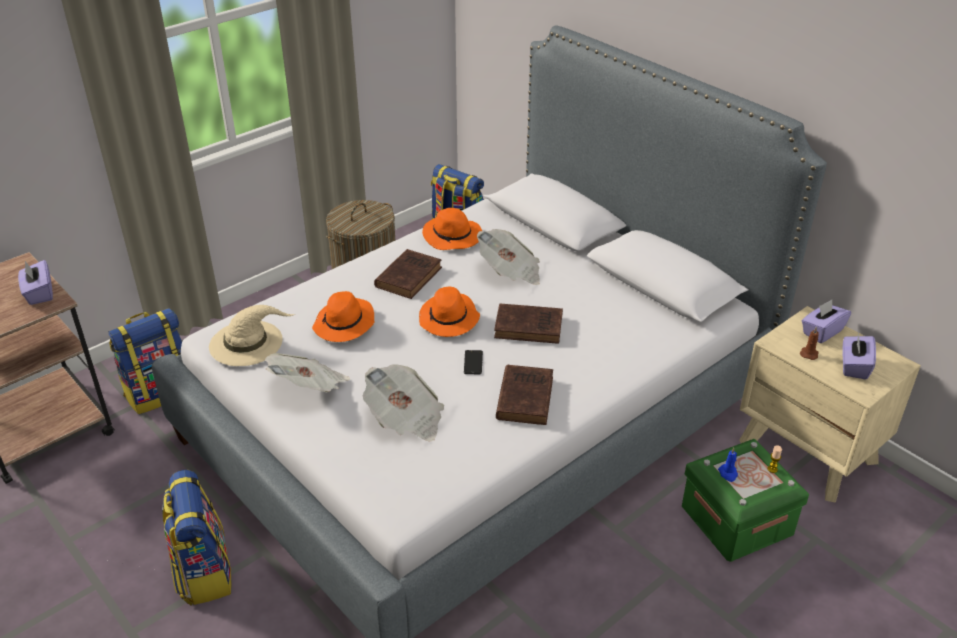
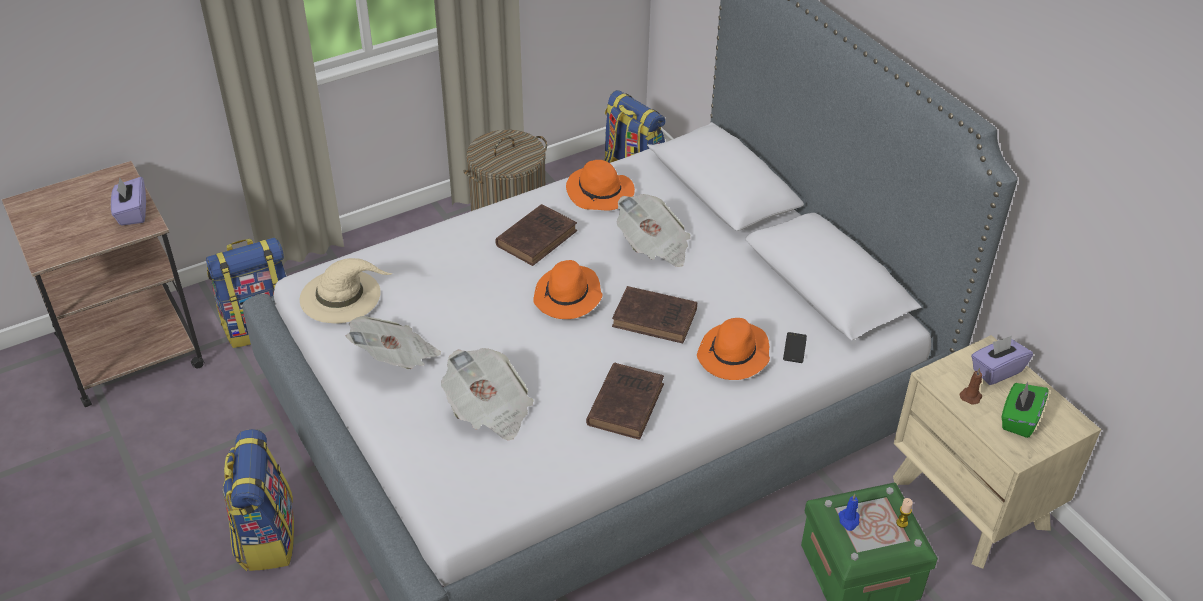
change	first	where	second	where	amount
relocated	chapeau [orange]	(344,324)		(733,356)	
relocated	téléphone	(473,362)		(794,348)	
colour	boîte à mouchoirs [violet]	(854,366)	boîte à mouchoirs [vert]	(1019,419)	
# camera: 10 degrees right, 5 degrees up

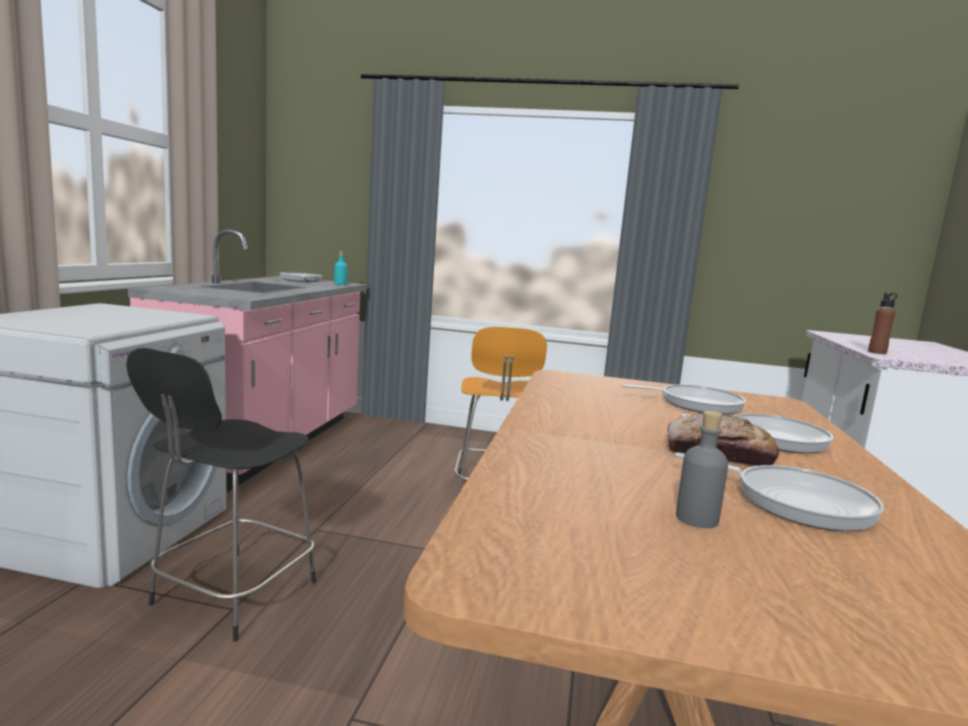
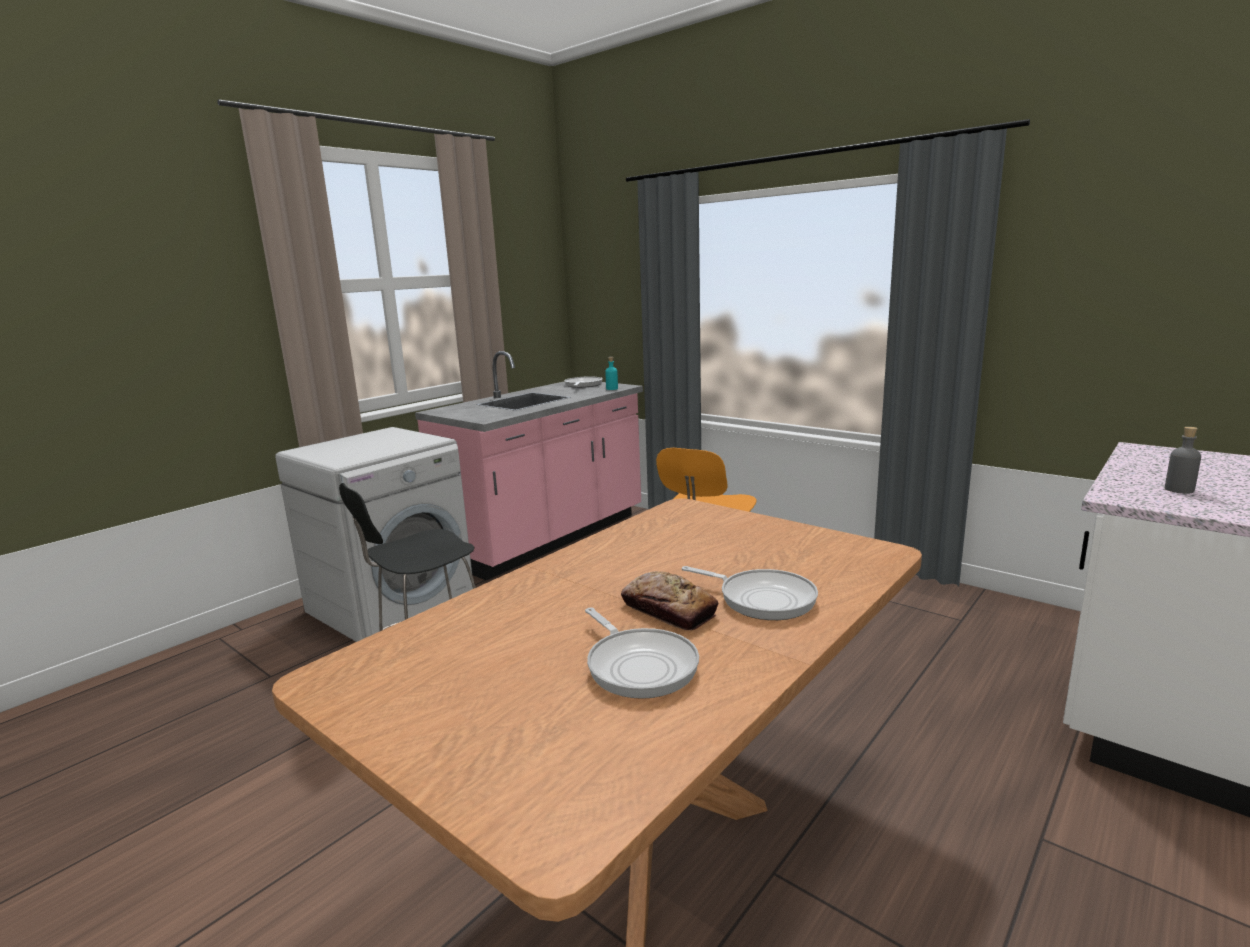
change	first	where	second	where	amount
missing	poêle	(695,404)			
relocated	bouteille [gris]	(696,518)		(1179,490)	
missing	bouteille [marron]	(877,352)			
# camera: 30 degrees right, 5 degrees up

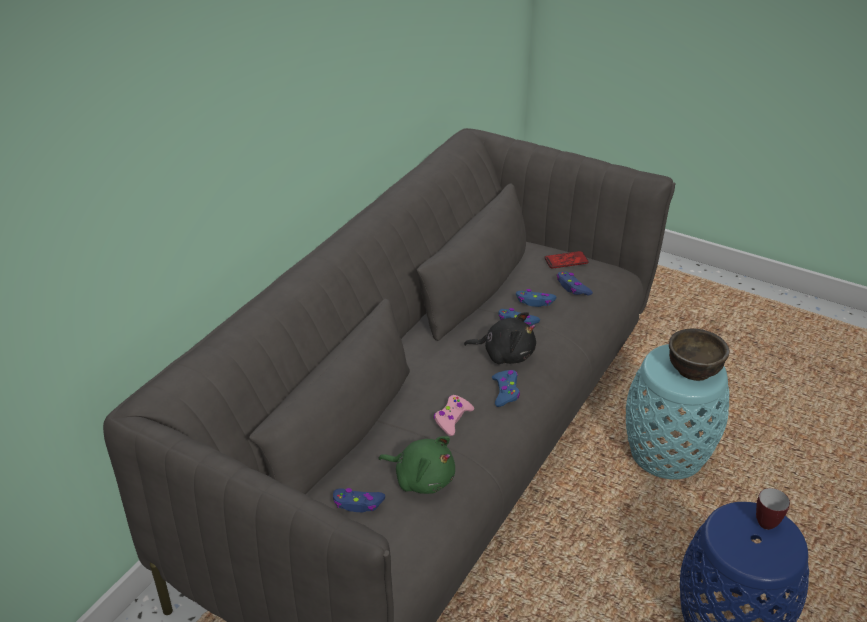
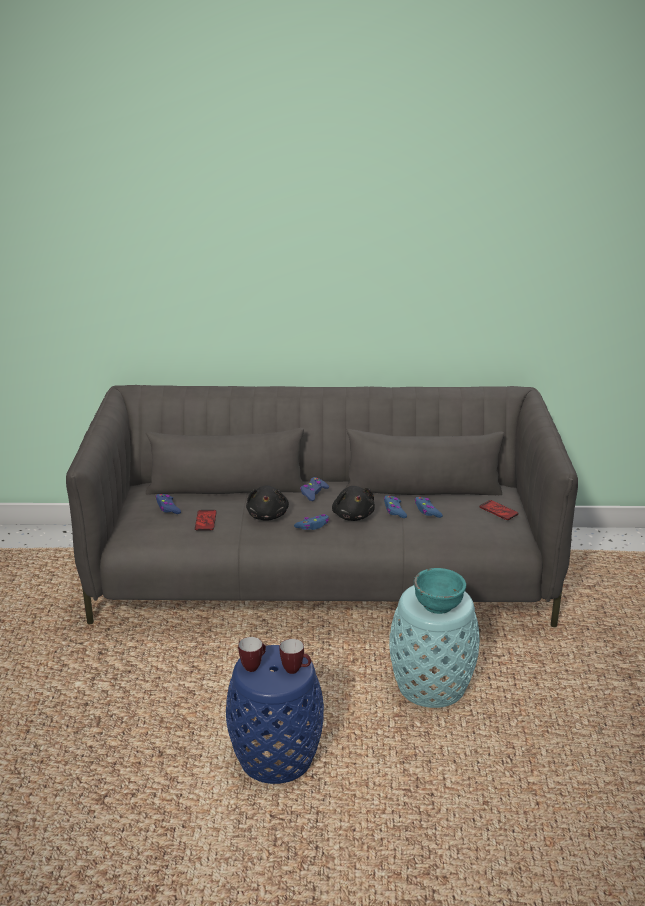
change	first	where	second	where	amount
exchanged	peluche [vert]	(422,478)	téléphone	(205,521)	
exchanged	manette [rose]	(452,419)	peluche [noir]	(267,515)	
relocated	manette [bleu]	(572,288)		(313,492)	
colour	bol [marron]	(693,370)	bol [turquoise]	(438,605)	
appeared			mug	(253,666)	
# camera: 60 degrees right, 10 degrees down

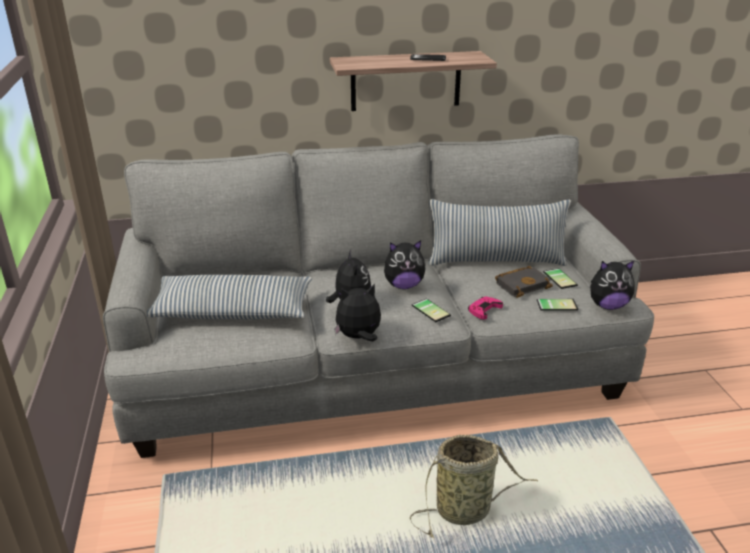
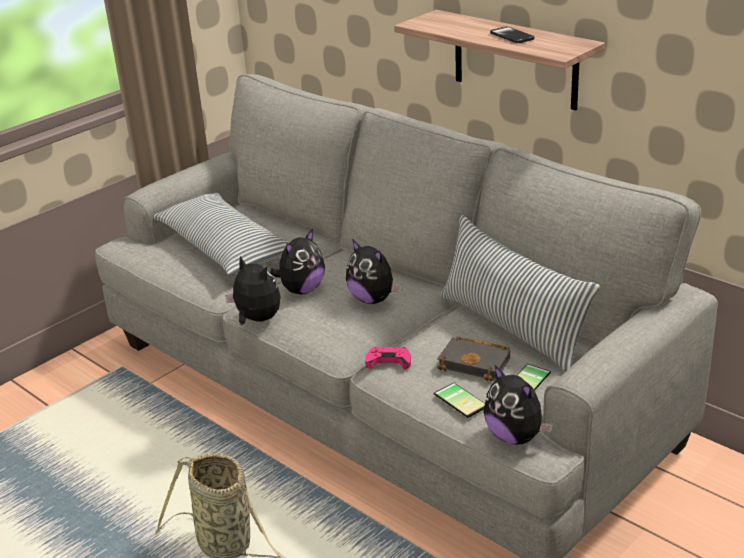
change	first	where	second	where	amount
missing	téléphone	(432,310)			
# camera: 55 degrees right, 0 degrees up

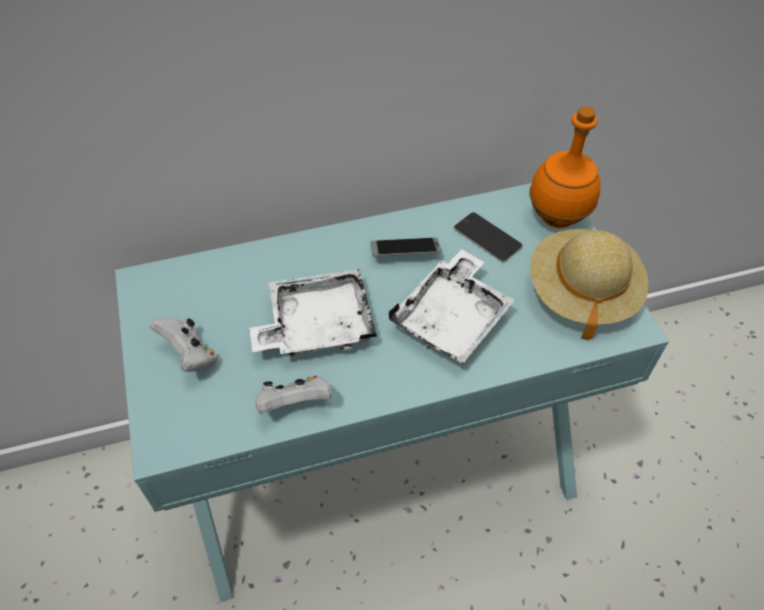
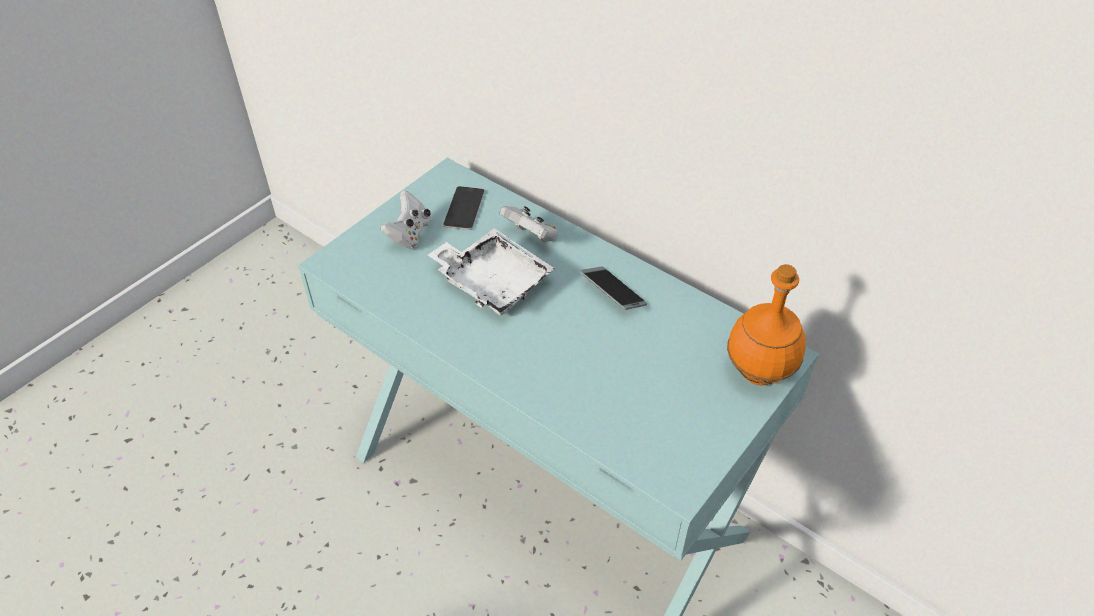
change	first	where	second	where	amount
relocated	manette [blanc]	(295,404)		(531,236)	
missing	plateau [blanc]	(452,318)			
relocated	téléphone	(487,237)		(464,208)	
missing	chapeau [beige]	(581,293)			
# camera: 55 degrees right, 5 degrees down

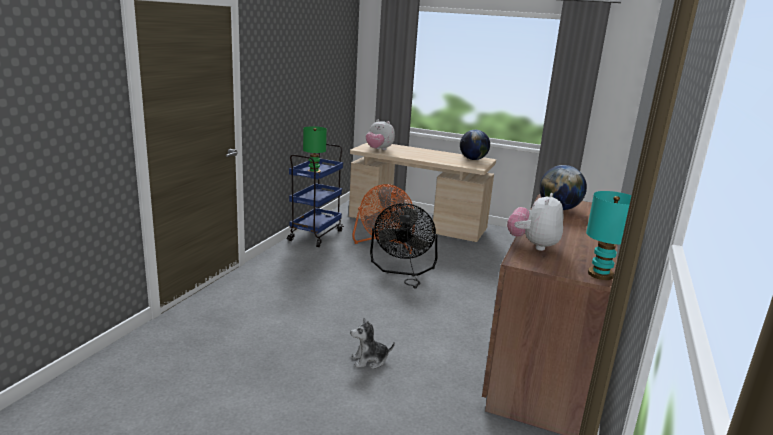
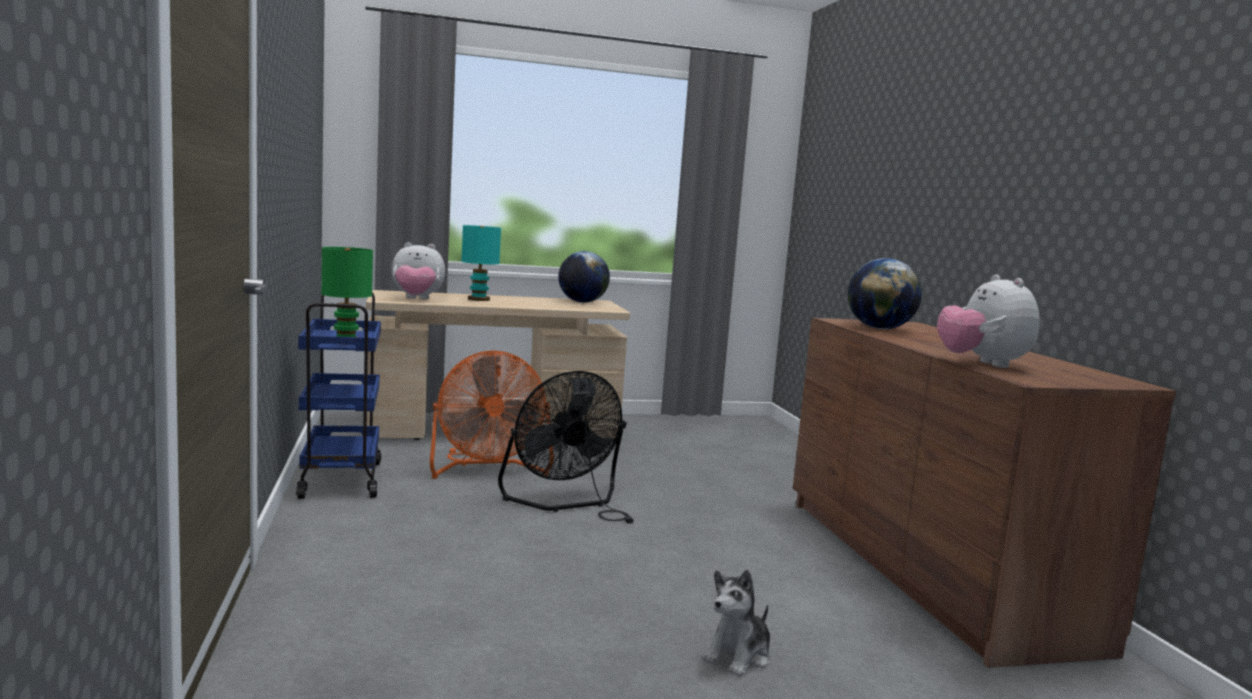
change	first	where	second	where	amount
relocated	lampe de table [turquoise]	(601,274)		(479,299)	
# camera: 35 degrees left, 10 degrees down

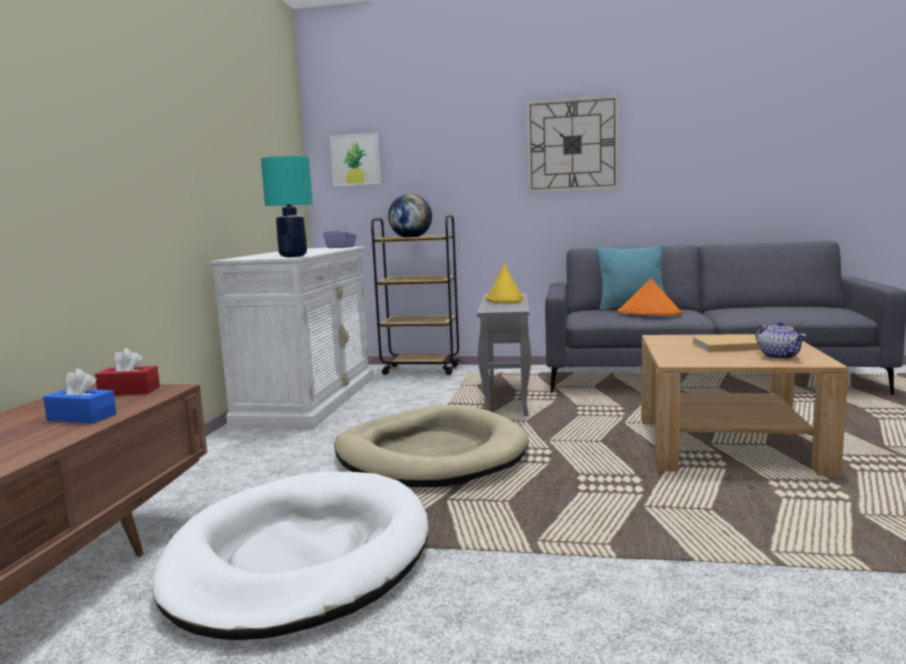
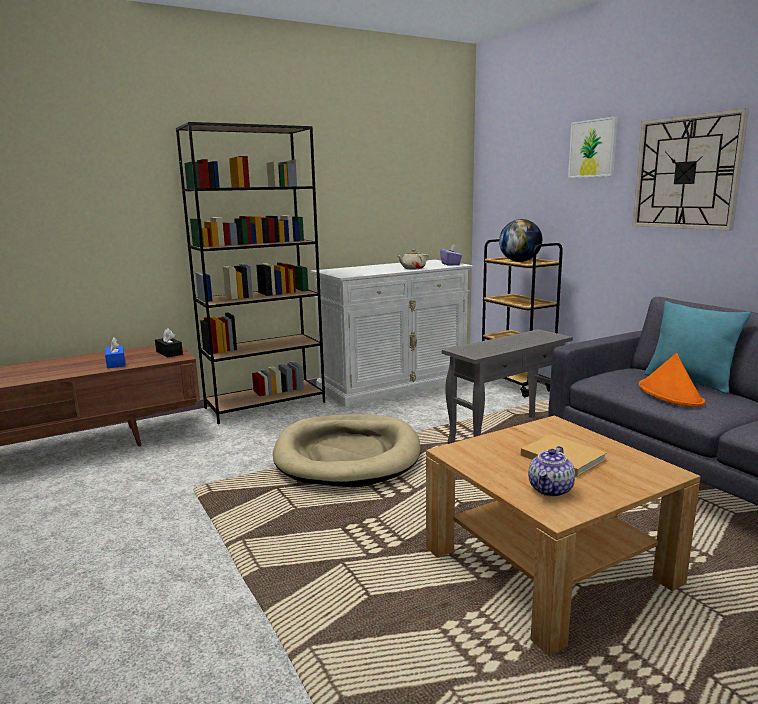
change	first	where	second	where	amount
colour	boîte à mouchoirs [rouge]	(129,391)	boîte à mouchoirs [noir]	(169,353)	
missing	panier pour chien [blanc]	(300,559)			
missing	lampe de table [turquoise]	(293,256)			
relocated	tableau	(356,160)		(593,148)	
missing	chapeau [jaune]	(505,299)			
appeared			bibliothèque [beige]	(265,405)	
appeared			théière [beige]	(413,268)	
# camera: 50 degrees right, 5 degrees up

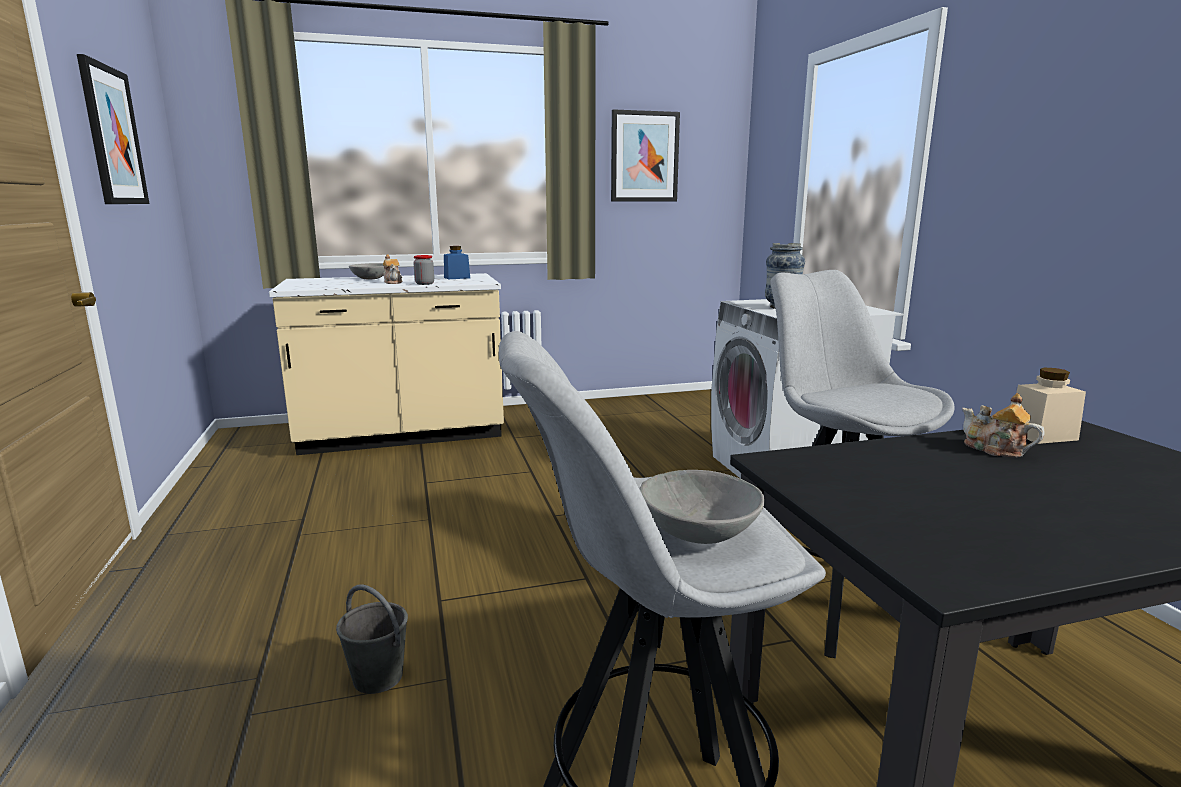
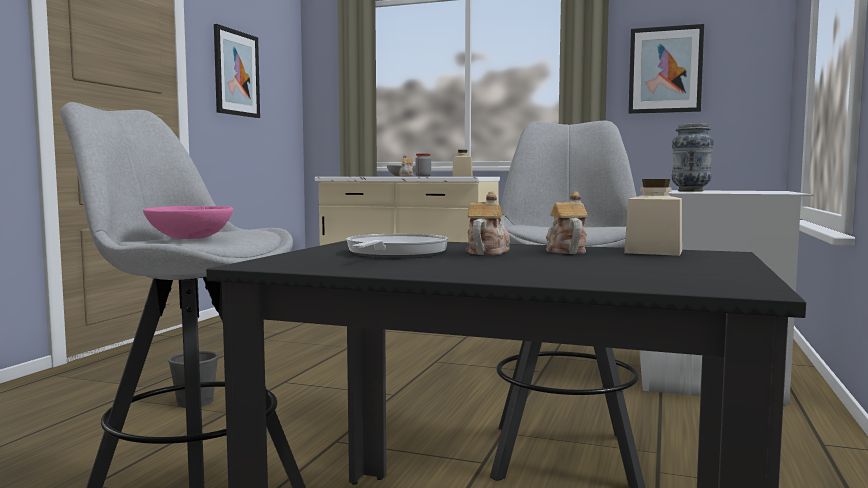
change	first	where	second	where	amount
colour	bocal [bleu]	(457,278)	bocal [beige]	(462,176)	
colour	bol [gris]	(699,532)	bol [rose]	(191,238)	
appeared			poêle	(394,253)	
appeared			théière	(487,252)	
# camera: 35 degrees right, 10 degrees down

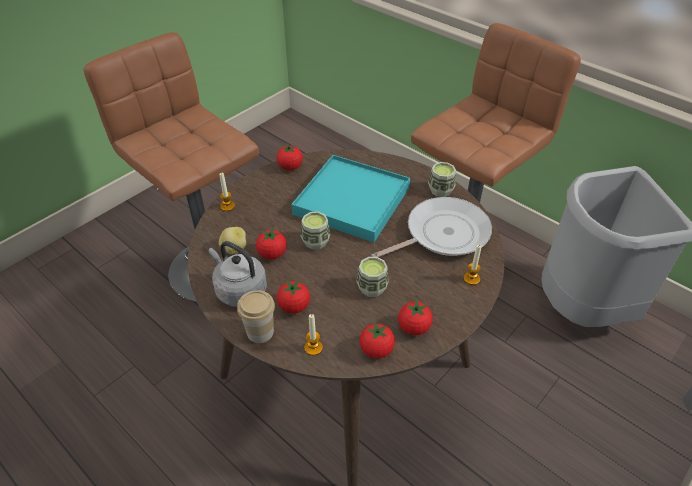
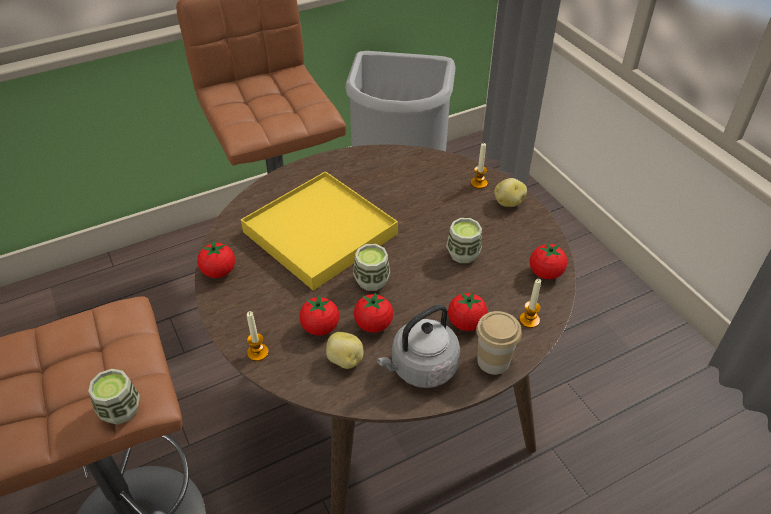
change	first	where	second	where	amount
colour	plateau [turquoise]	(352,201)	plateau [jaune]	(320,232)	
missing	poêle	(442,234)			
relocated	tomate	(414,327)		(320,327)	
relocated	tasse	(440,190)		(120,410)	
appeared			pomme de terre	(508,202)	
# camera: 70 degrees left, 0 degrees up

